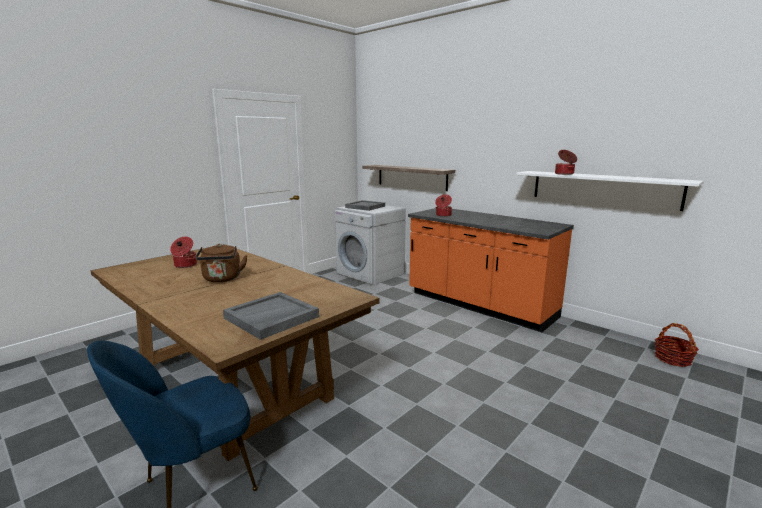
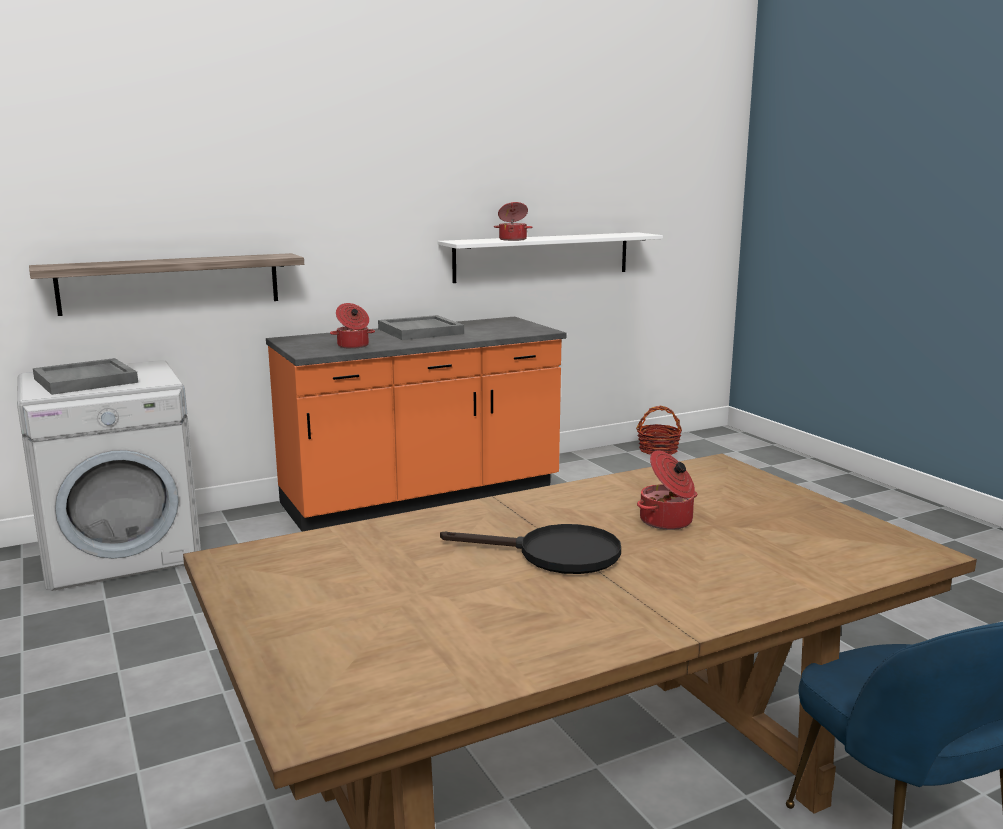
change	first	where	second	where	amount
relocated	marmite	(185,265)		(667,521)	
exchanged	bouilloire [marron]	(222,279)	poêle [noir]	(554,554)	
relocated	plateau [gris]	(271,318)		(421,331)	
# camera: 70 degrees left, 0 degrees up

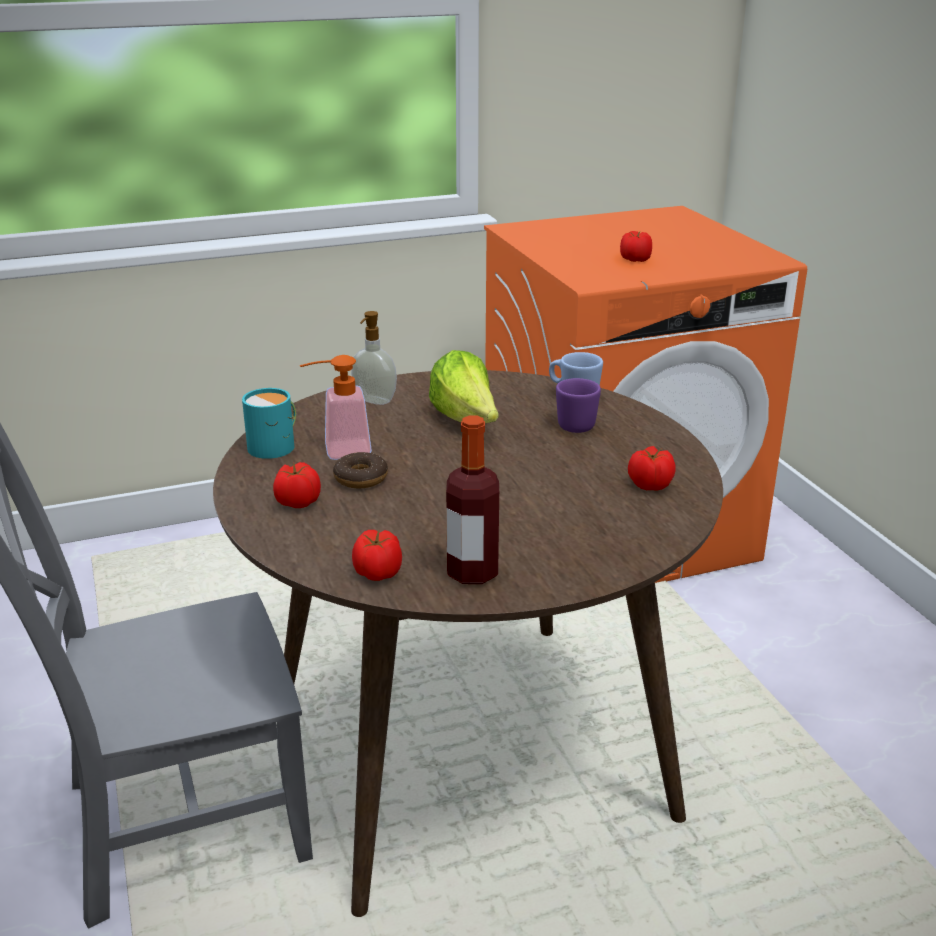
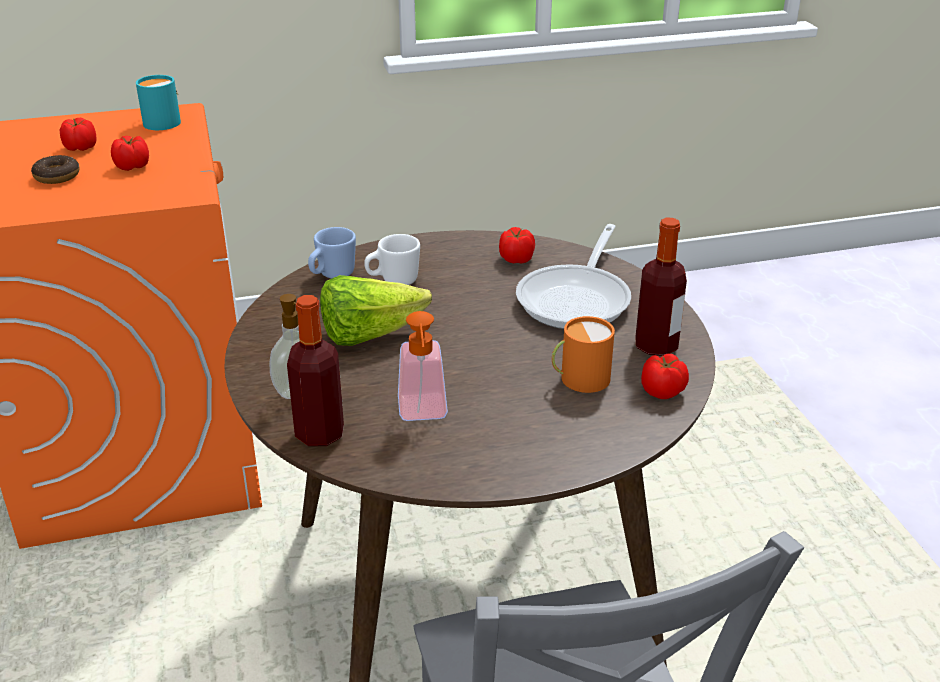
change	first	where	second	where	amount
relocated	mug [turquoise]	(276,446)		(160,122)	
relocated	tomate	(297,502)		(81,148)	
relocated	beignet	(361,478)		(57,176)	
colour	mug [violet]	(572,424)	mug [blanc]	(393,281)	
appeared			bouteille	(320,434)	
appeared			poêle	(577,299)	
appeared			mug [orange]	(579,378)	
# camera: 85 degrees left, 5 degrees up

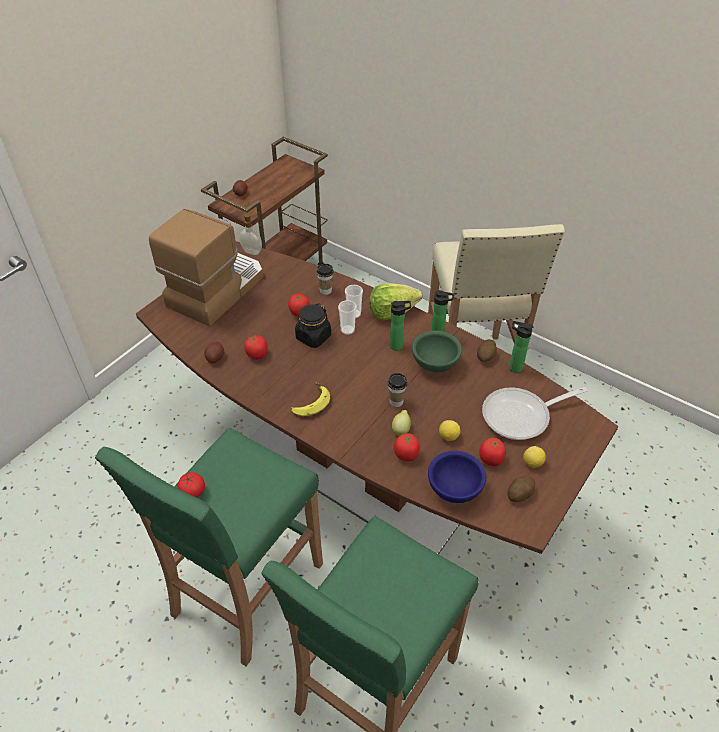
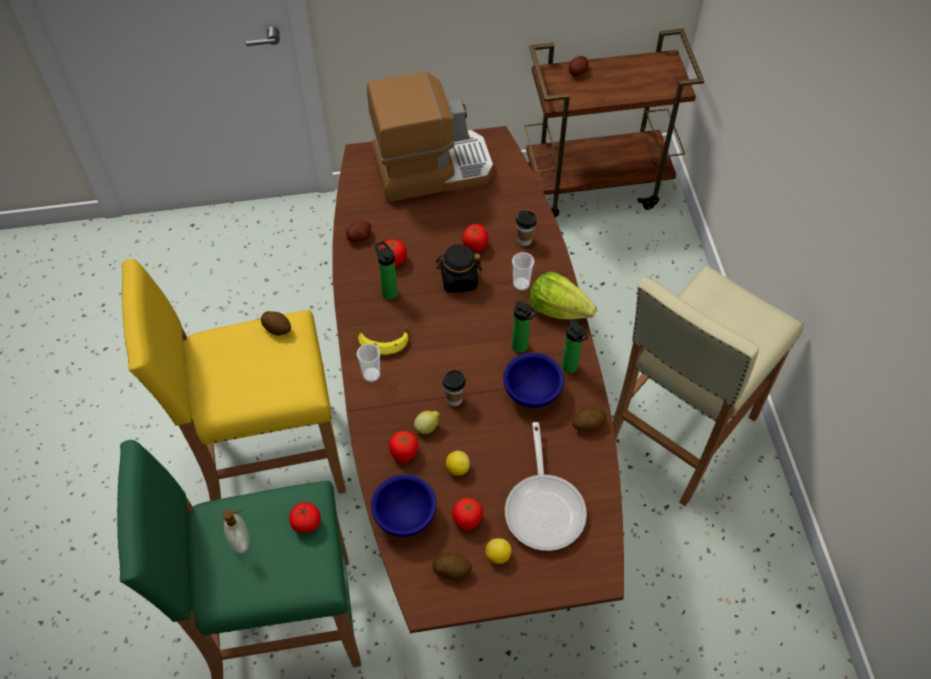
change	first	where	second	where	amount
colour	tabouret [vert]	(246,589)	tabouret [jaune]	(270,459)	
relocated	tomate	(192,492)		(306,522)	
relocated	distributeur de savon	(252,251)		(241,541)	
relocated	tasse	(347,330)		(371,374)	
colour	bol [vert]	(435,363)	bol [bleu]	(533,392)	
spun	poêle	(521,416)		(544,507)	120 degrees counterclockwise
relocated	bouteille	(513,367)		(388,291)	
appeared			pomme de terre	(277,328)	
# camera: 45 degrees right, 10 degrees up

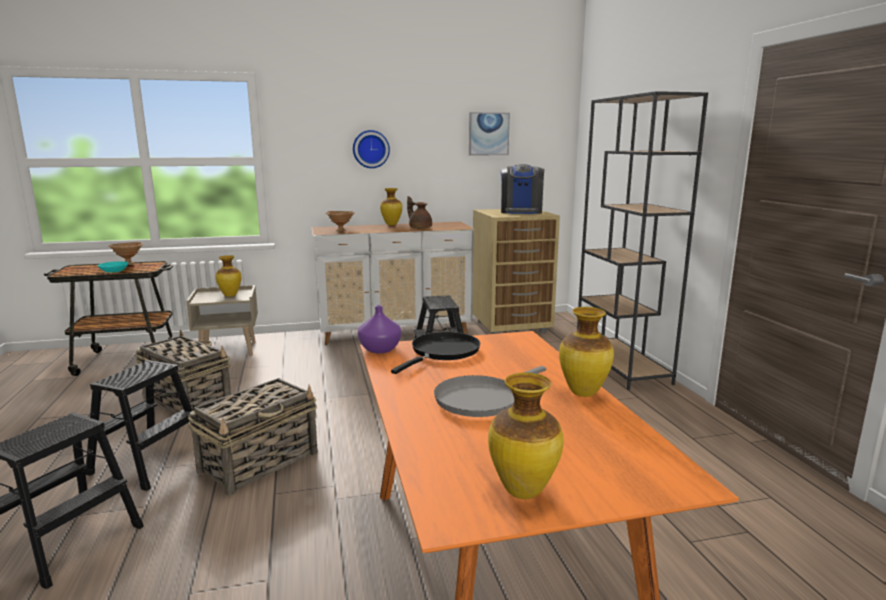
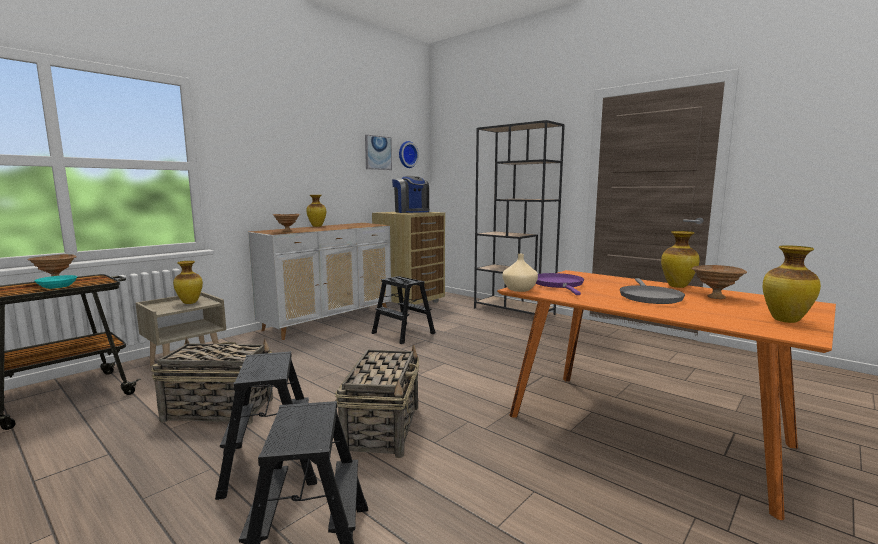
change	first	where	second	where	amount
relocated	horloge murale	(370,149)		(407,154)	
colour	vase [violet]	(379,349)	vase [beige]	(519,289)	
colour	poêle [noir]	(442,352)	poêle [violet]	(558,285)	
missing	théière [marron]	(419,228)			
appeared			bol [marron]	(714,297)	
# camera: 35 degrees left, 5 degrees down

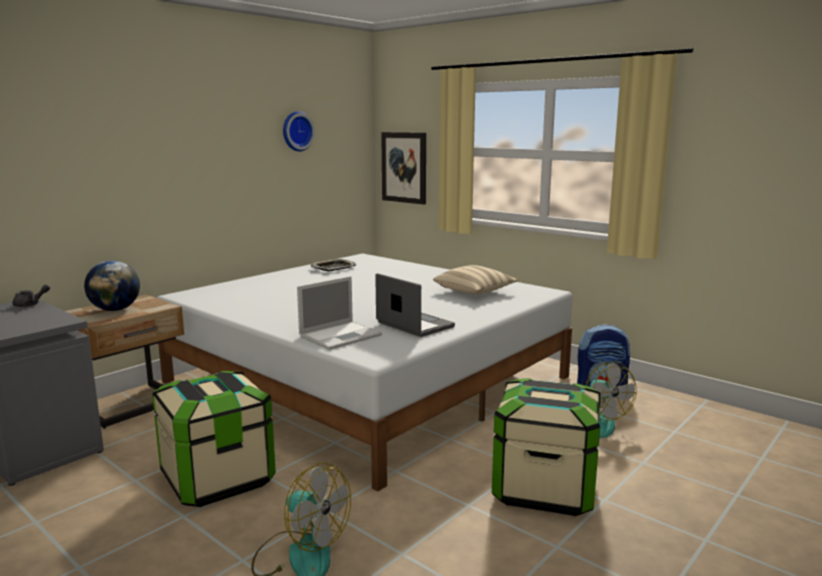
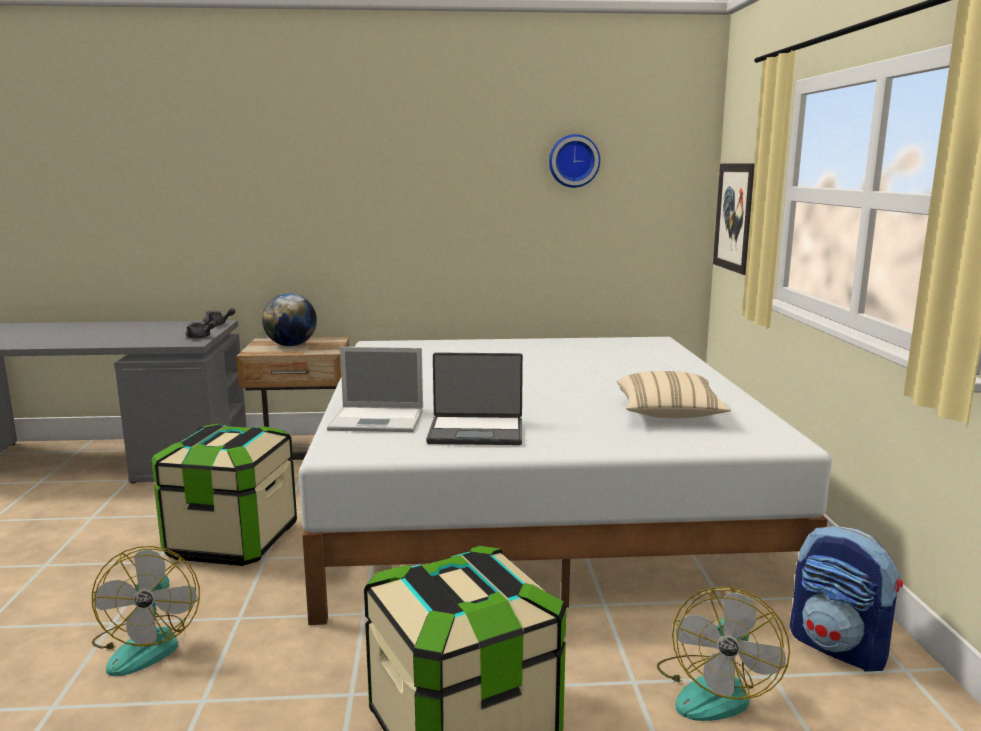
change	first	where	second	where	amount
missing	plateau	(333,268)			
spun	ordinateur portable	(413,325)		(476,432)	90 degrees clockwise
appeared			théière [gris]	(200,337)	
# camera: 45 degrees right, 0 degrees up

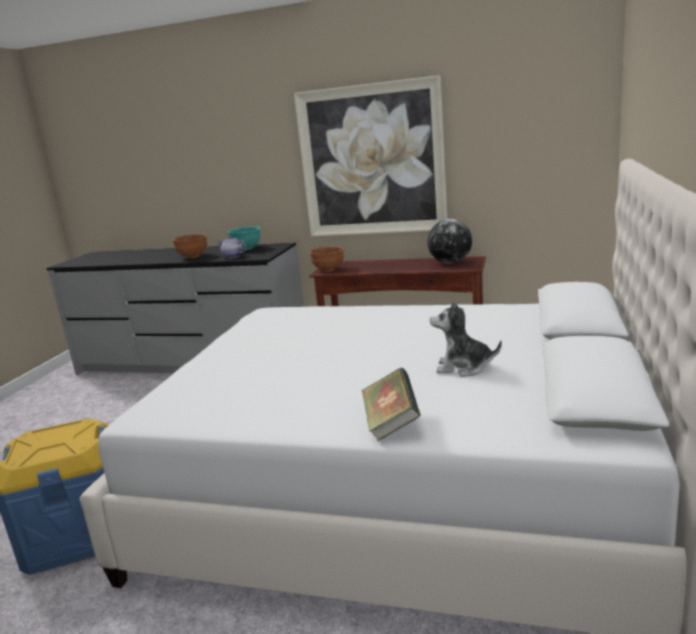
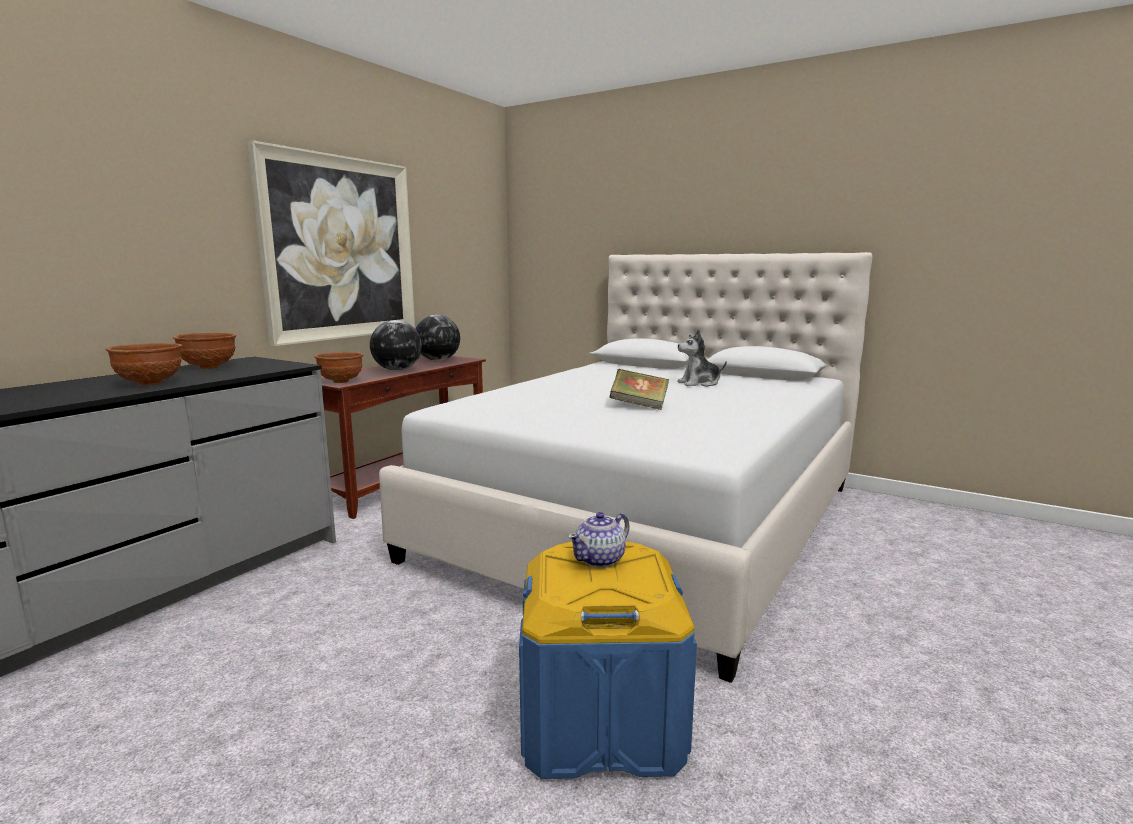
change	first	where	second	where	amount
relocated	théière	(233,256)		(600,559)	
colour	bol [turquoise]	(246,249)	bol [marron]	(209,367)	
relocated	livre	(391,423)		(639,406)	
spun	peluche	(463,368)		(699,383)	45 degrees clockwise
appeared			globe	(397,370)	
# camera: 75 degrees left, 5 degrees down

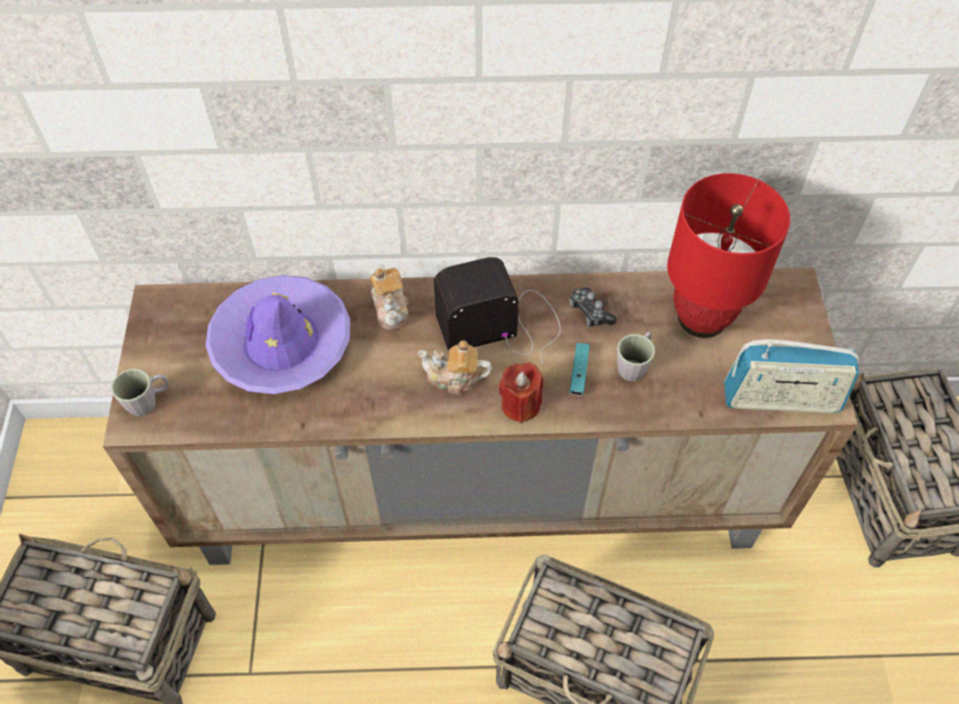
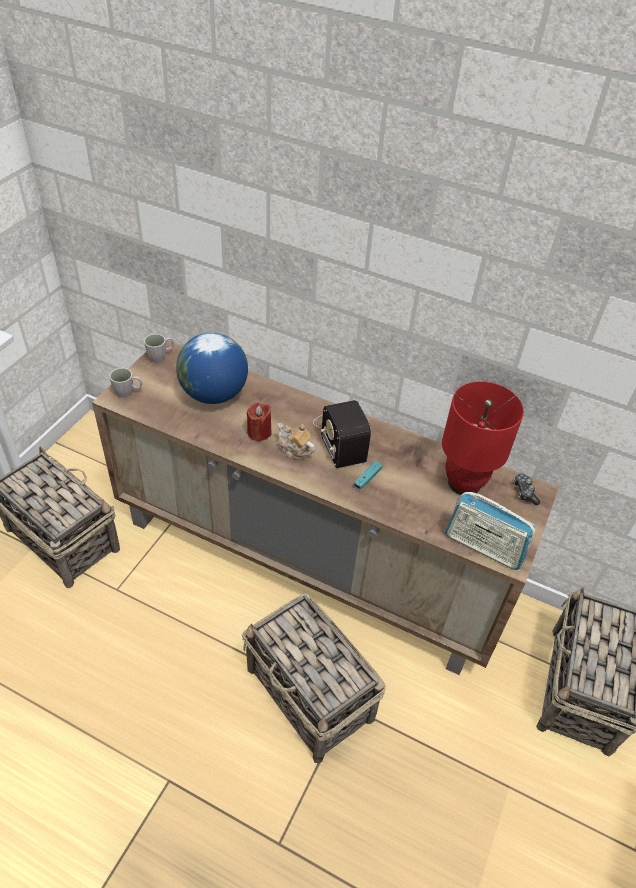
change	first	where	second	where	amount
exchanged	chapeau [violet]	(281,343)	globe	(213,394)	
missing	théière	(391,308)			
spun	radio	(503,324)		(341,436)	120 degrees counterclockwise
relocated	bougie [rouge]	(520,405)		(259,432)	
relocated	manette	(590,312)		(524,492)	
relocated	mug [gris]	(634,365)		(160,356)	
# camera: 25 degrees right, 10 degrees down

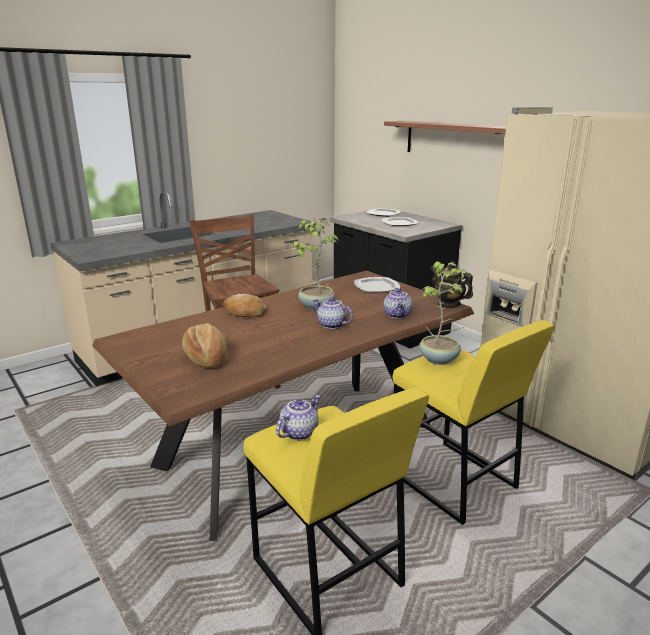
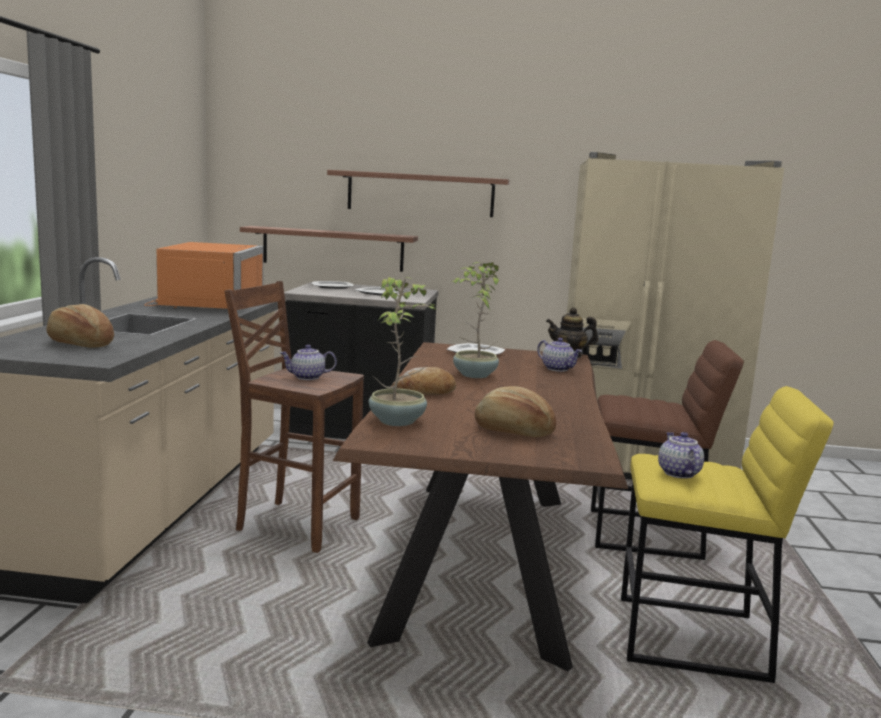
change	first	where	second	where	amount
relocated	théière	(331,325)		(307,377)	
colour	tabouret [jaune]	(455,482)	tabouret [marron]	(647,534)	
relocated	plante en pot	(440,359)		(398,421)	
appeared			pain	(80,343)	
appeared			micro-ondes [orange]	(205,303)	
appeared			étagère	(333,249)	
# camera: 45 degrees left, 10 degrees down

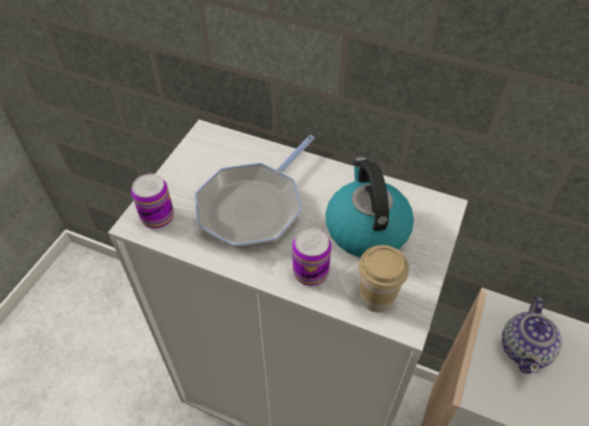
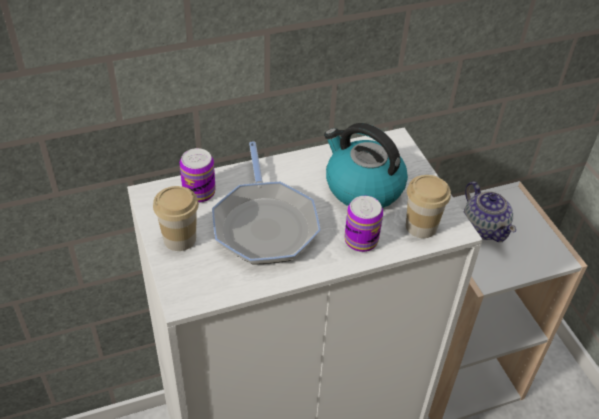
change	first	where	second	where	amount
relocated	boîte métallique	(157,217)		(199,192)	
appeared			tasse	(179,239)	
# camera: 45 degrees left, 5 degrees down

